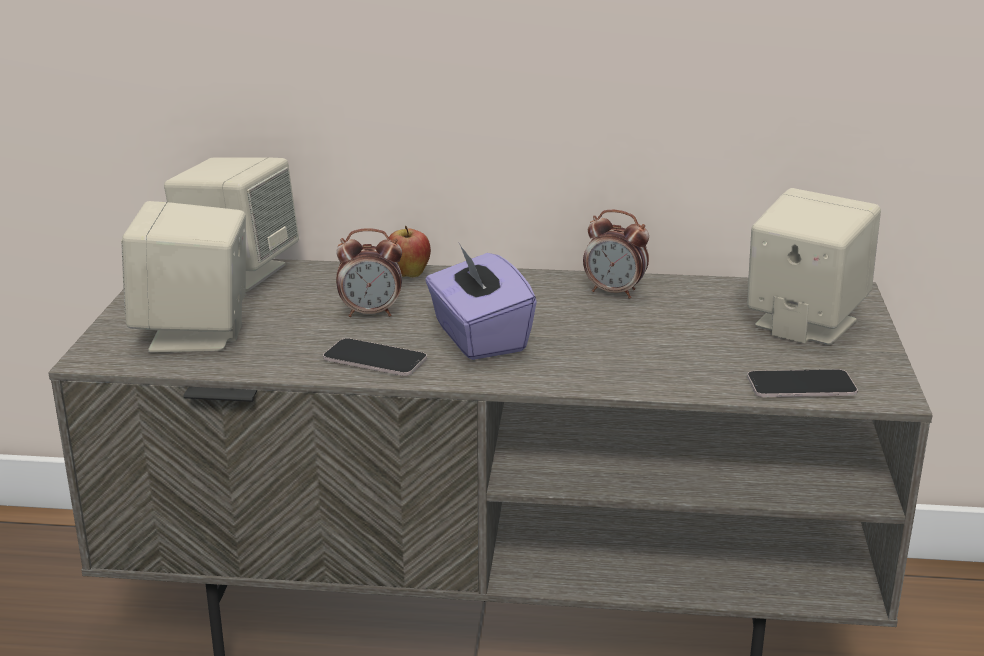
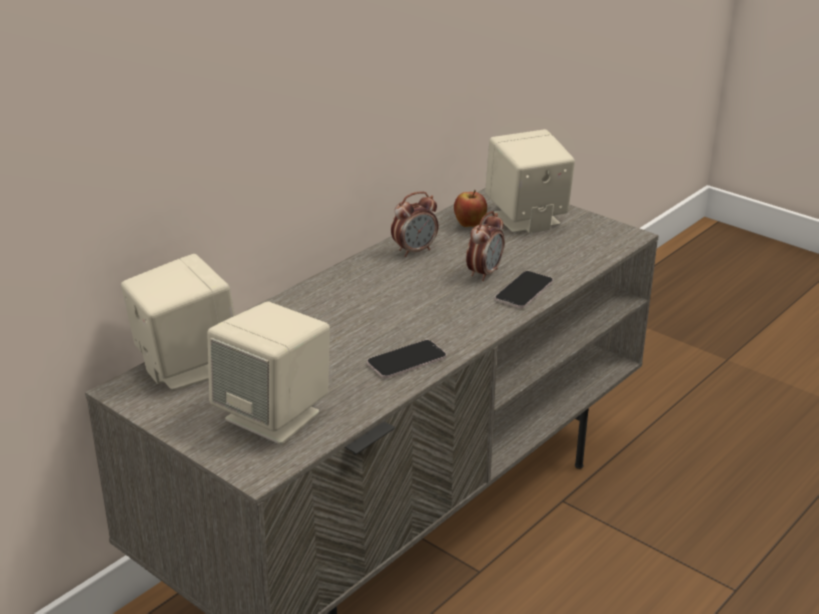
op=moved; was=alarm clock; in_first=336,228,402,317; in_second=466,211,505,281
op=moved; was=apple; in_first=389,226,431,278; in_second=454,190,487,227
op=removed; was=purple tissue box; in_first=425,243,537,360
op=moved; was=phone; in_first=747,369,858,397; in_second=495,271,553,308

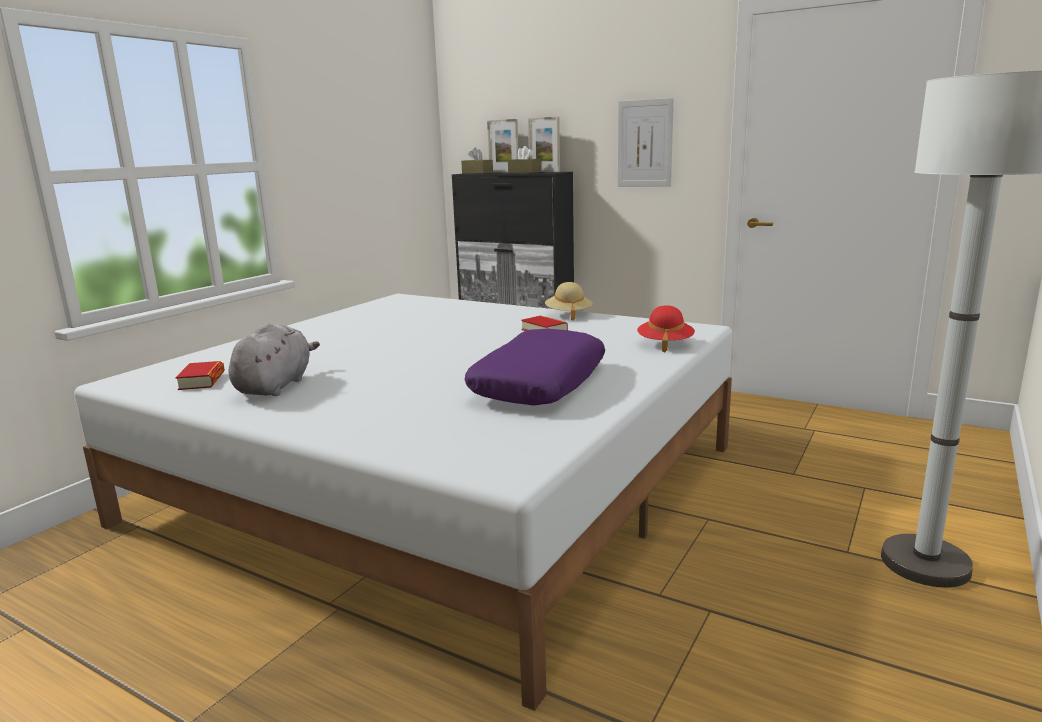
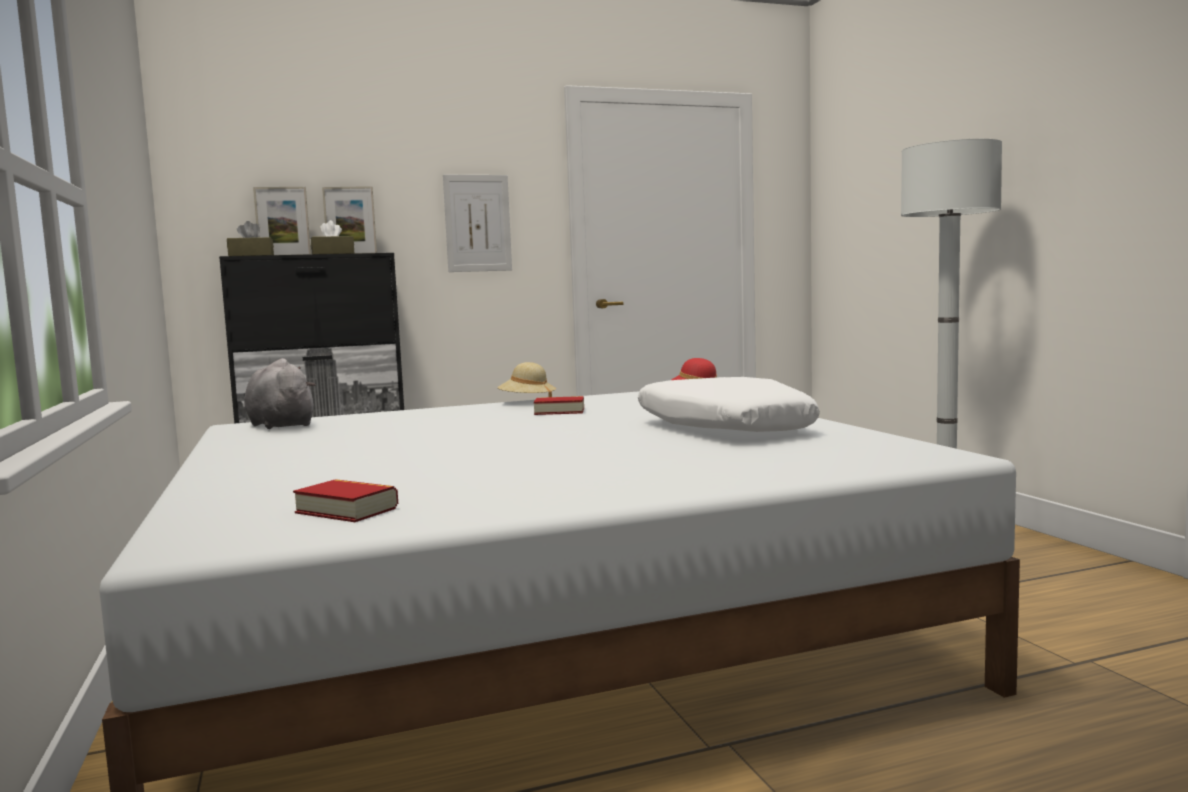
op=moved; was=grey plush toy; in_first=229,323,320,396; in_second=245,358,316,429
op=recoloured; was=purple pillow; now=white pillow; in_first=465,329,605,405; in_second=638,377,820,432

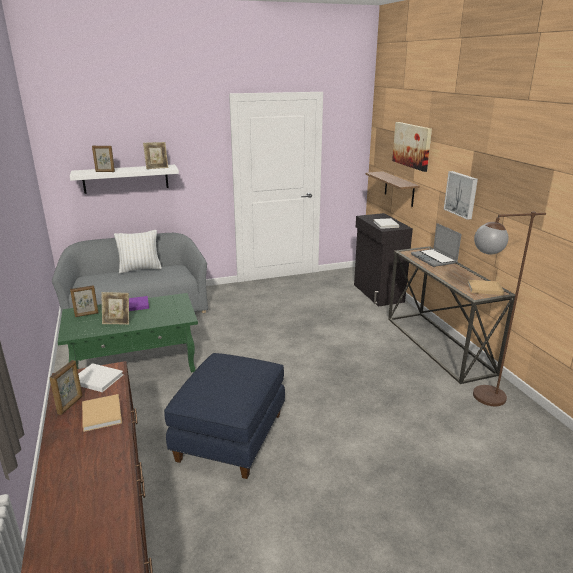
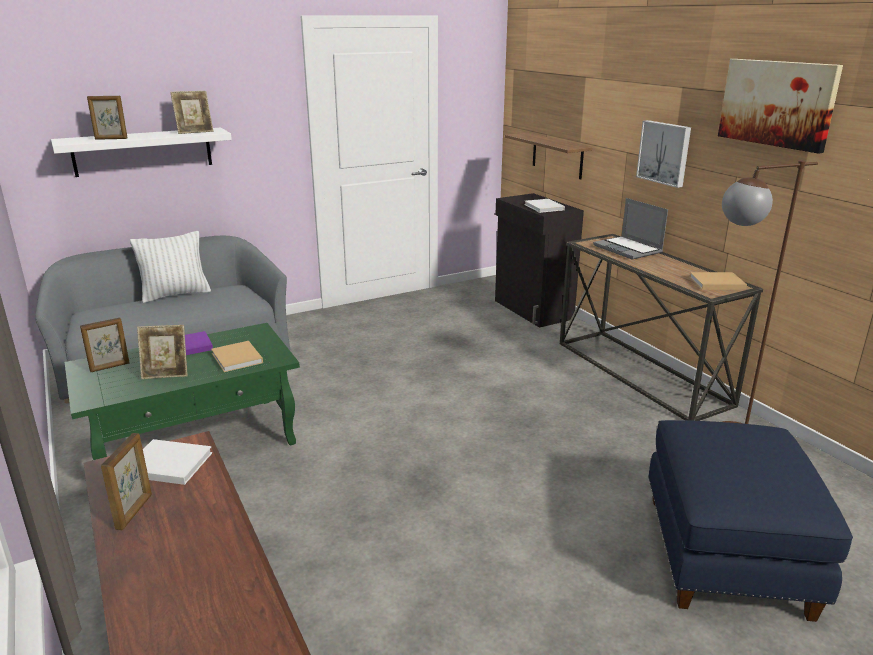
op=moved; was=beige book; in_first=82,394,122,432; in_second=211,341,263,372
op=moved; was=blue ottoman; in_first=164,353,285,479; in_second=648,420,853,622
op=moved; was=picture; in_first=392,122,432,172; in_second=718,59,843,154

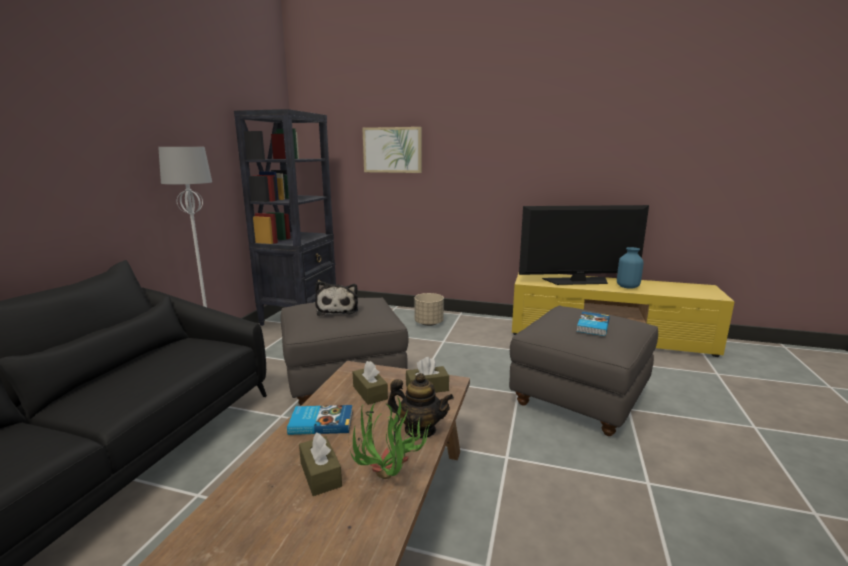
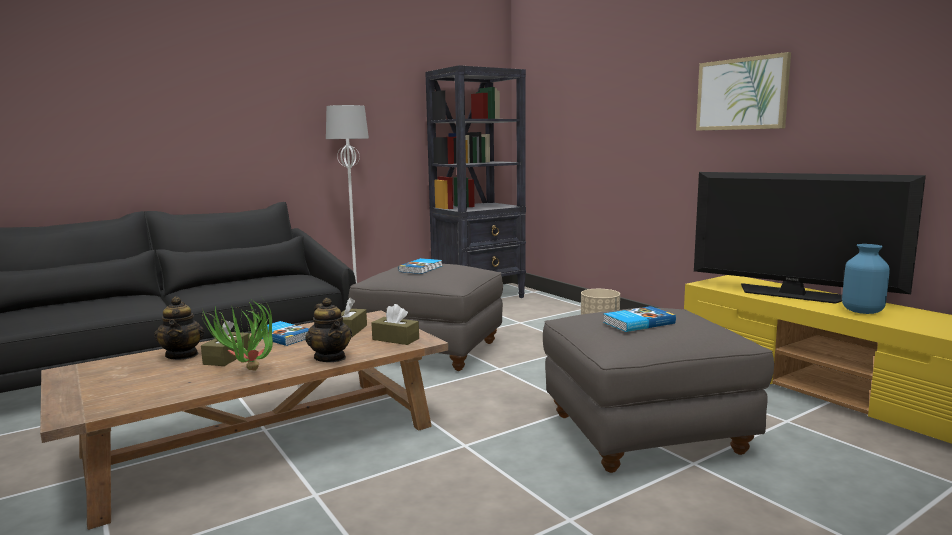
op=replaced; was=plush toy; now=book; in_first=315,281,358,316; in_second=399,258,442,274
op=moved; was=picture; in_first=362,127,422,173; in_second=696,52,791,131
op=added; now=teapot; in_second=154,296,204,360

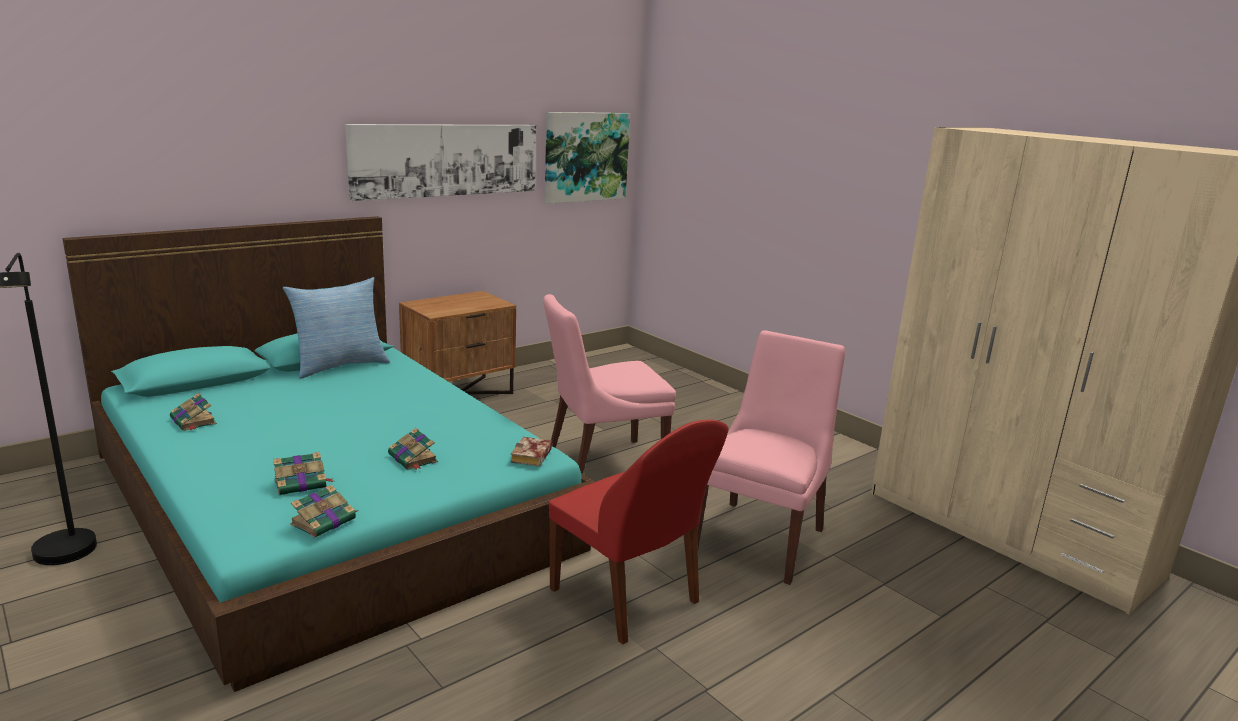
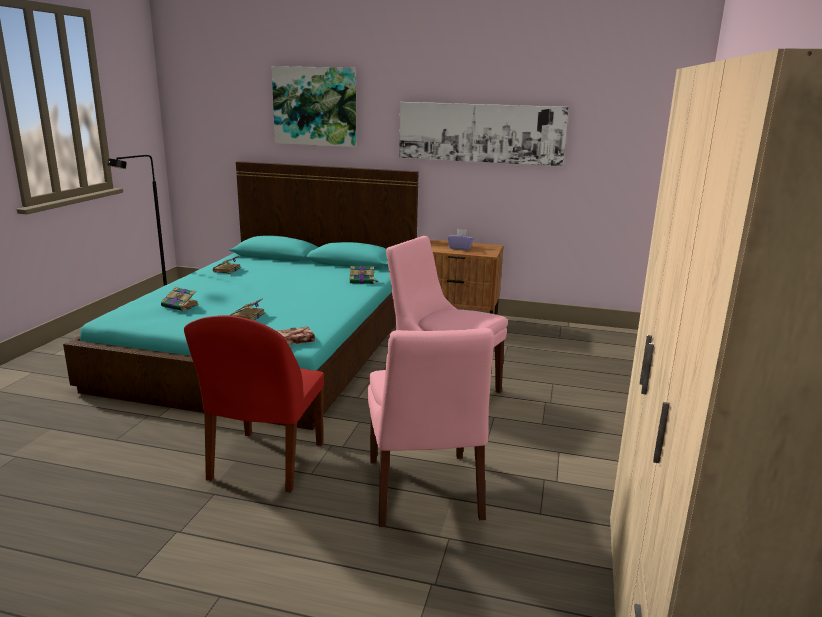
op=removed; was=pillow; in_first=283,277,390,379
op=moved; was=book; in_first=290,485,359,538; in_second=350,266,378,284
op=moved; was=picture; in_first=544,112,630,204; in_second=272,66,356,147
op=turned; was=pink chair; in_first=697,330,845,585; in_second=368,328,494,527; clockwise=90
op=added; now=purple tissue box; in_second=447,229,474,250

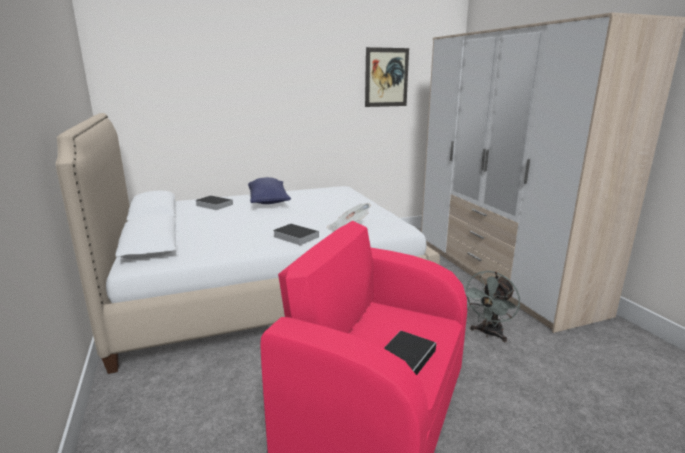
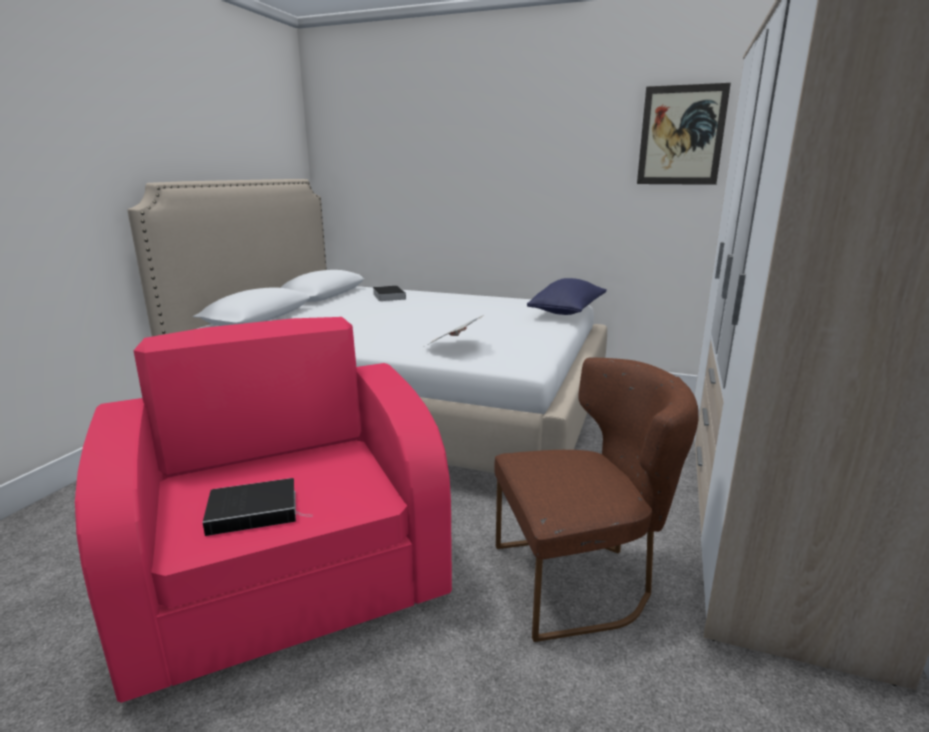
op=moved; was=blue pillow; in_first=248,177,291,204; in_second=527,278,607,315
op=removed; was=book; in_first=273,224,319,245
op=replaced; was=grey fan; now=brown chair; in_first=465,271,520,342; in_second=494,357,699,642

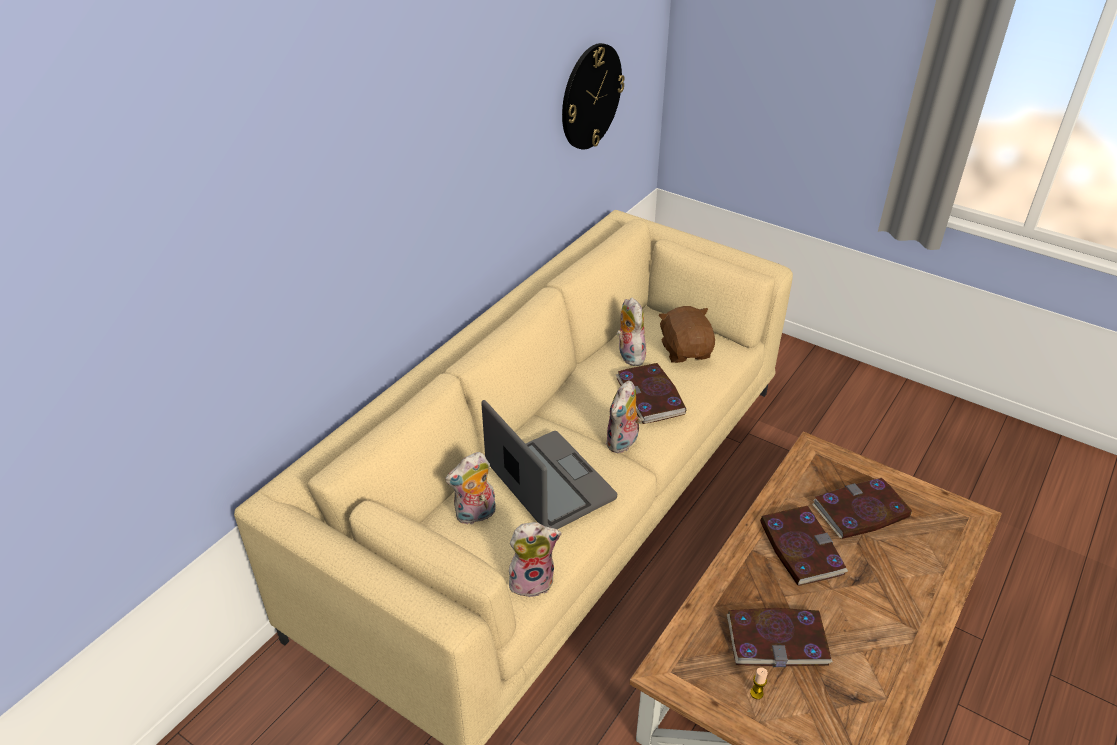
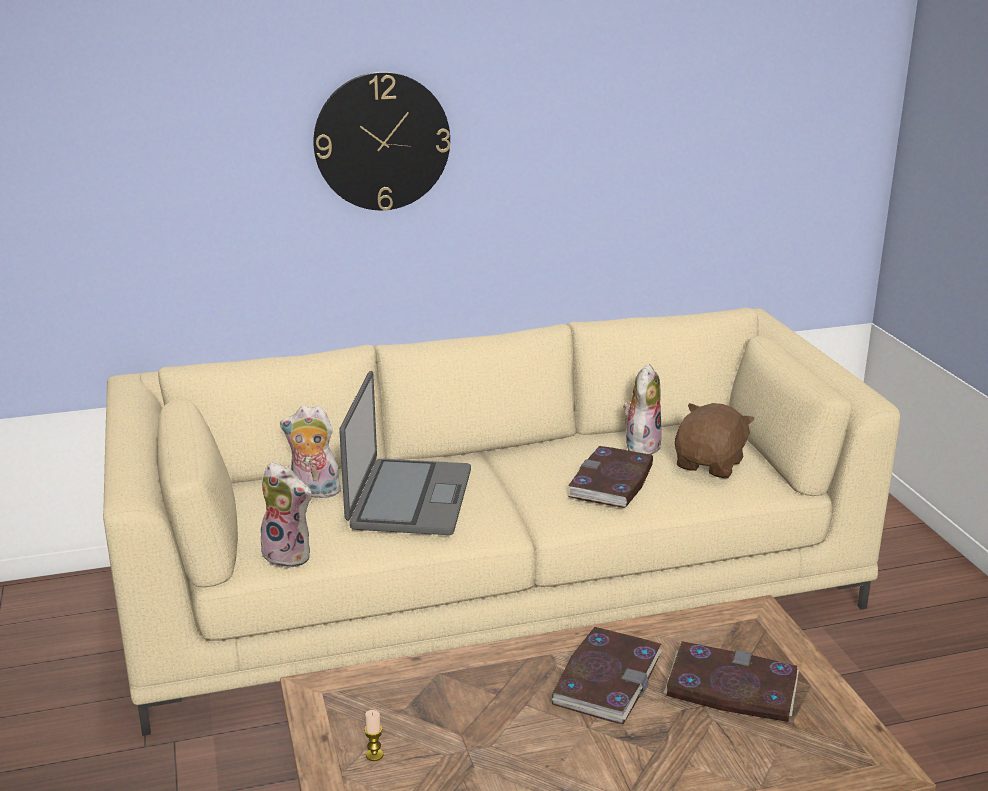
op=moved; was=wall clock; in_first=562,43,625,150; in_second=313,72,450,210
op=removed; was=plush toy; in_first=606,380,642,453
op=removed; was=book; in_first=727,608,833,667

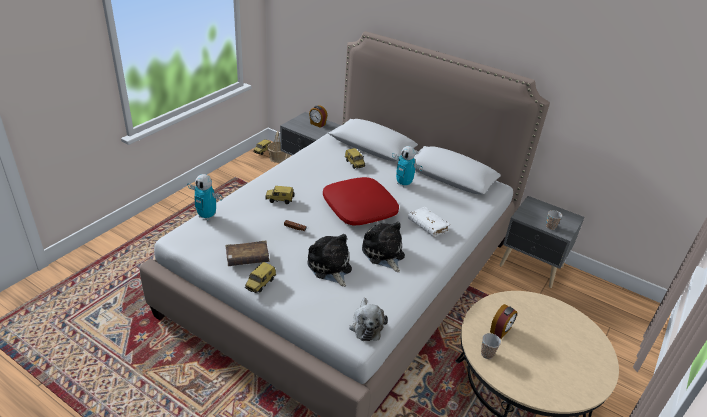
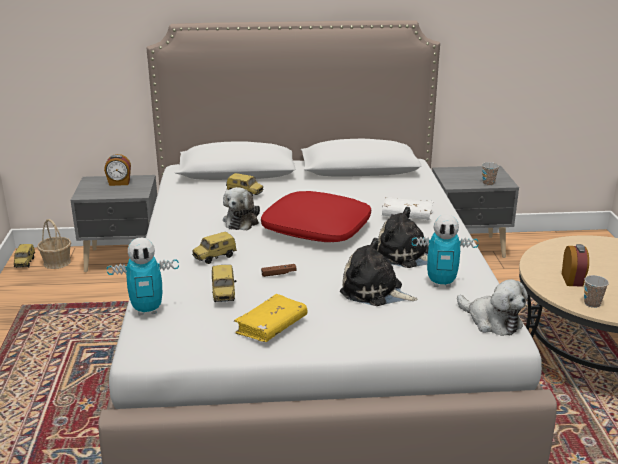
op=recoloured; was=brown book; now=yellow book; in_first=225,241,269,266; in_second=234,294,307,342
op=moved; was=toy car; in_first=245,262,276,293; in_second=212,265,237,302
op=moved; was=toy robot; in_first=392,146,423,188; in_second=412,215,479,288
op=added; now=plush toy; in_second=223,187,260,230

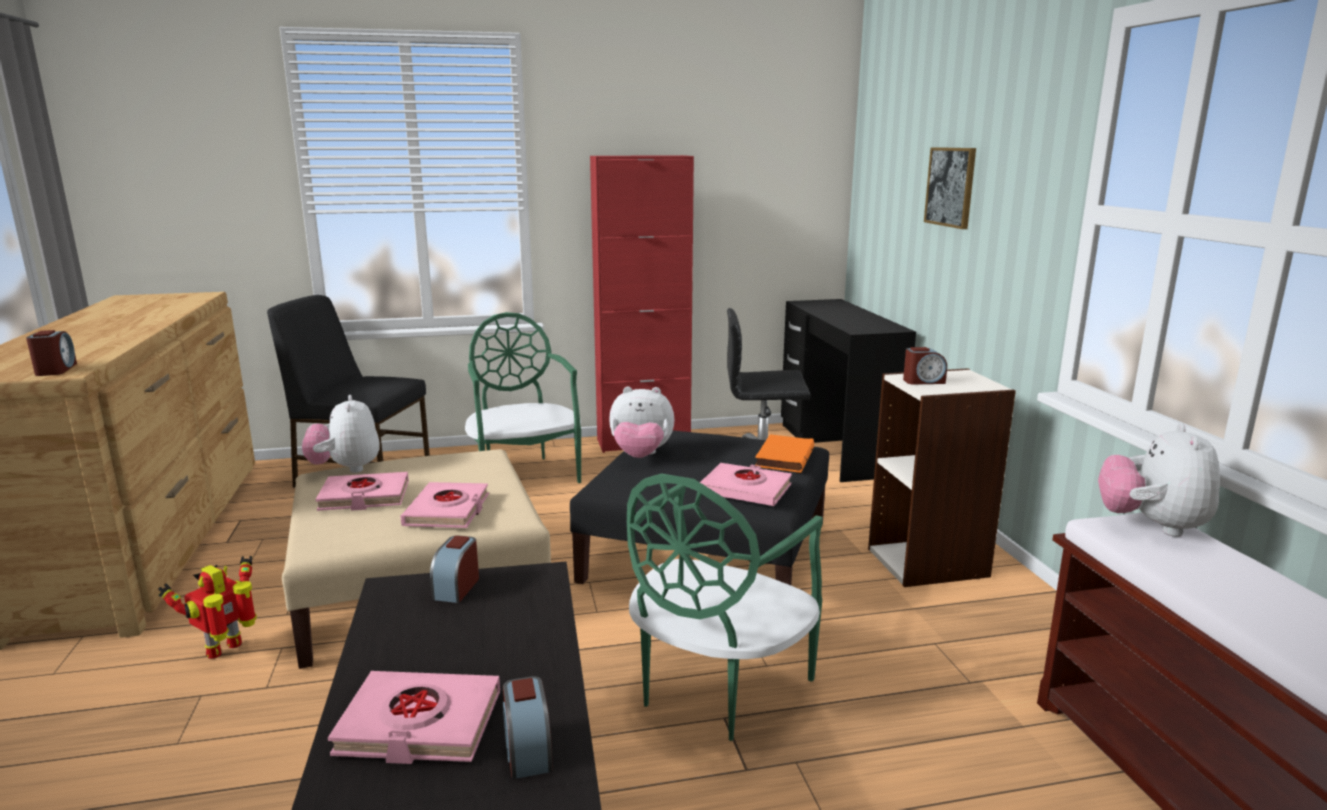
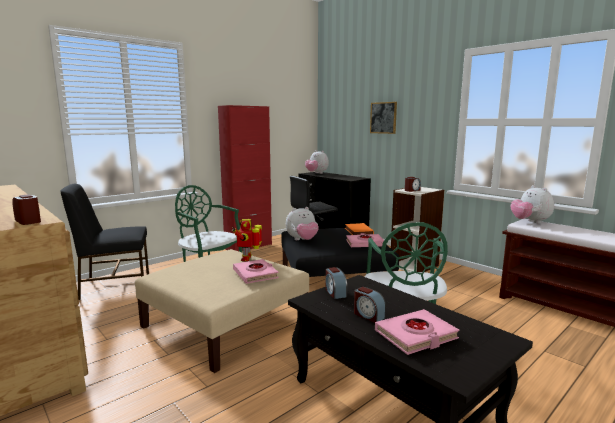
op=moved; was=toy robot; in_first=158,556,257,659; in_second=232,219,262,262
op=moved; was=plush toy; in_first=302,395,380,473; in_second=305,150,329,174
op=removed; was=pink book; in_first=316,472,409,511
op=moved; was=alarm clock; in_first=503,676,553,779; in_second=354,287,386,323

